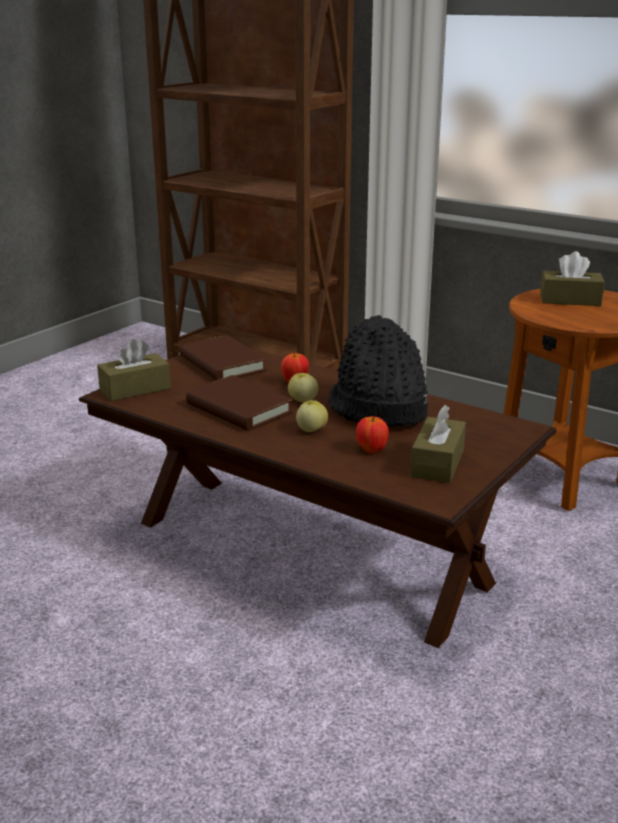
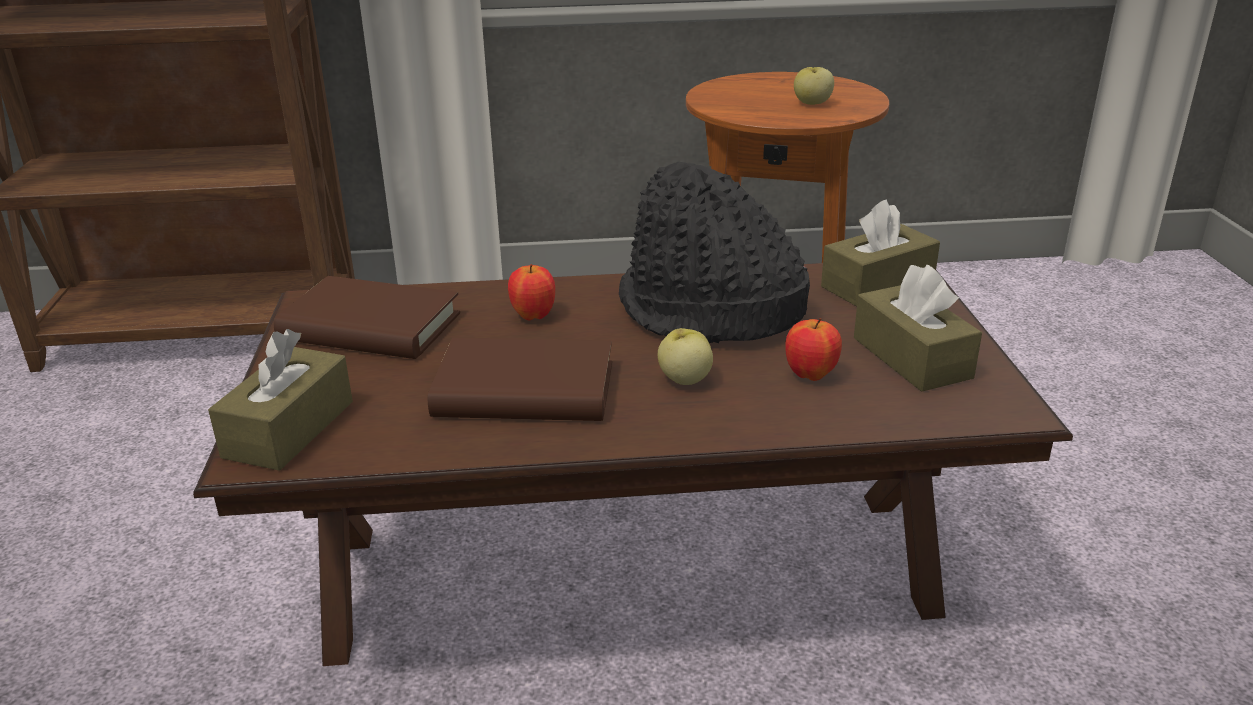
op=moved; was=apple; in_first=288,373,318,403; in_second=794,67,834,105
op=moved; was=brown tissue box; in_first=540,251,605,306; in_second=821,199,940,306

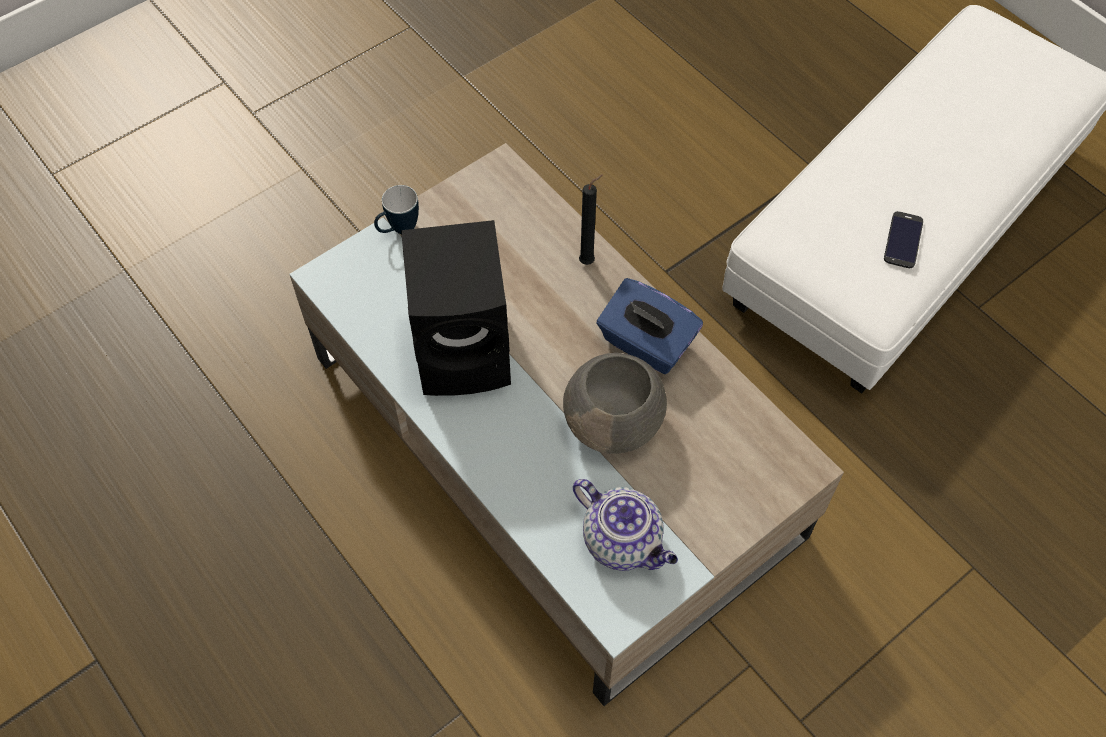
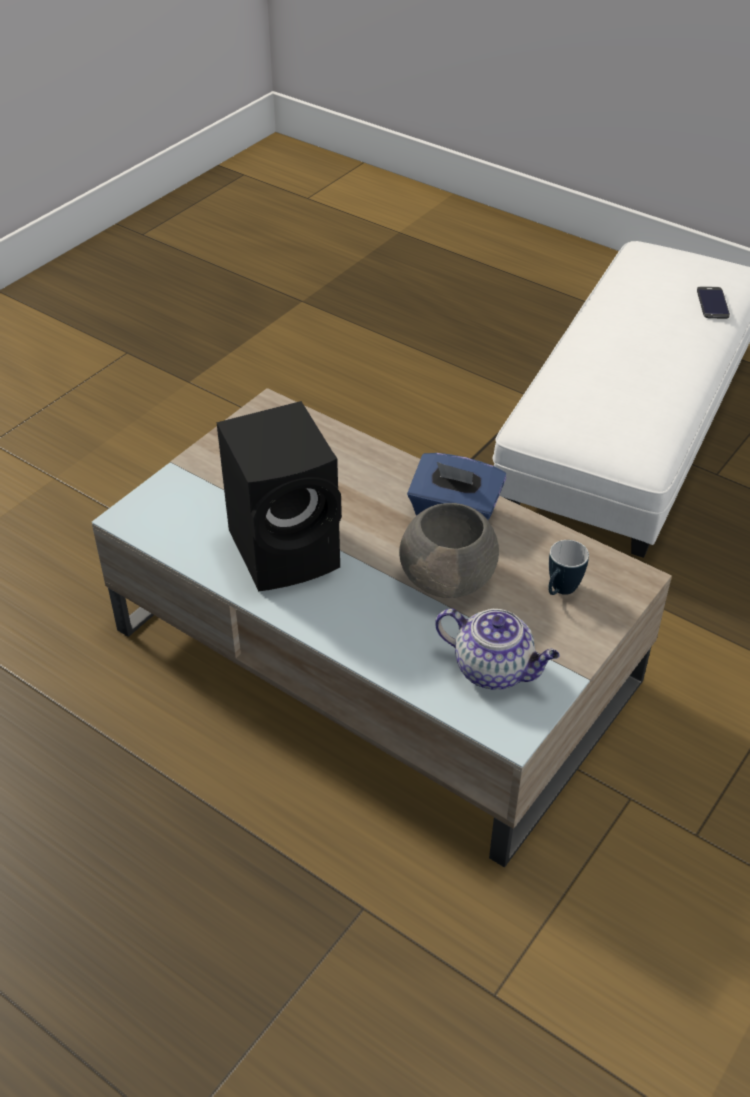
op=moved; was=mug; in_first=374,185,419,234; in_second=548,540,589,595
op=removed; was=black candle; in_first=579,175,603,265
op=moved; was=phone; in_first=884,211,923,268; in_second=697,286,730,319

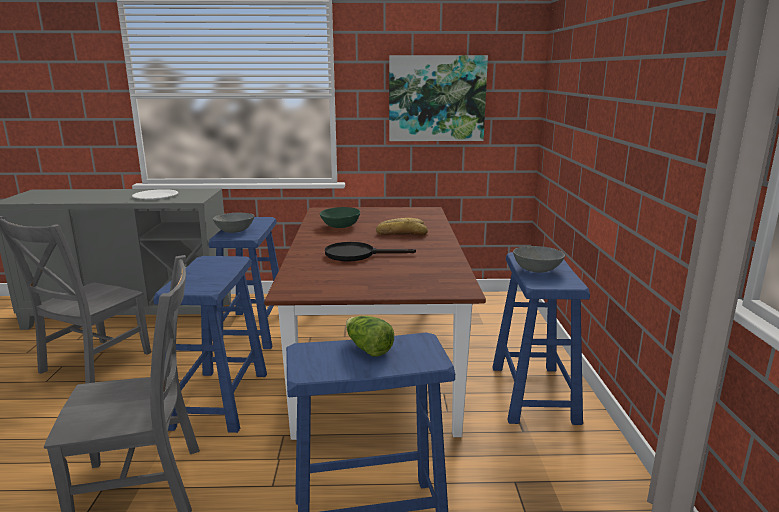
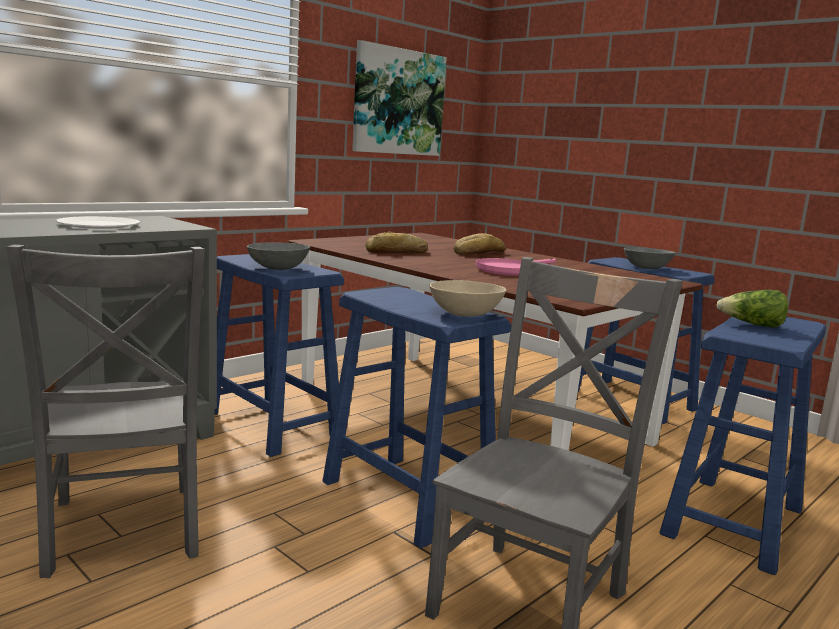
op=replaced; was=green bowl; now=bread; in_first=320,207,360,228; in_second=365,232,428,253
op=recoloured; was=black frying pan; now=pink frying pan; in_first=325,242,416,262; in_second=476,258,556,276
op=added; now=beige bowl; in_second=430,280,506,317

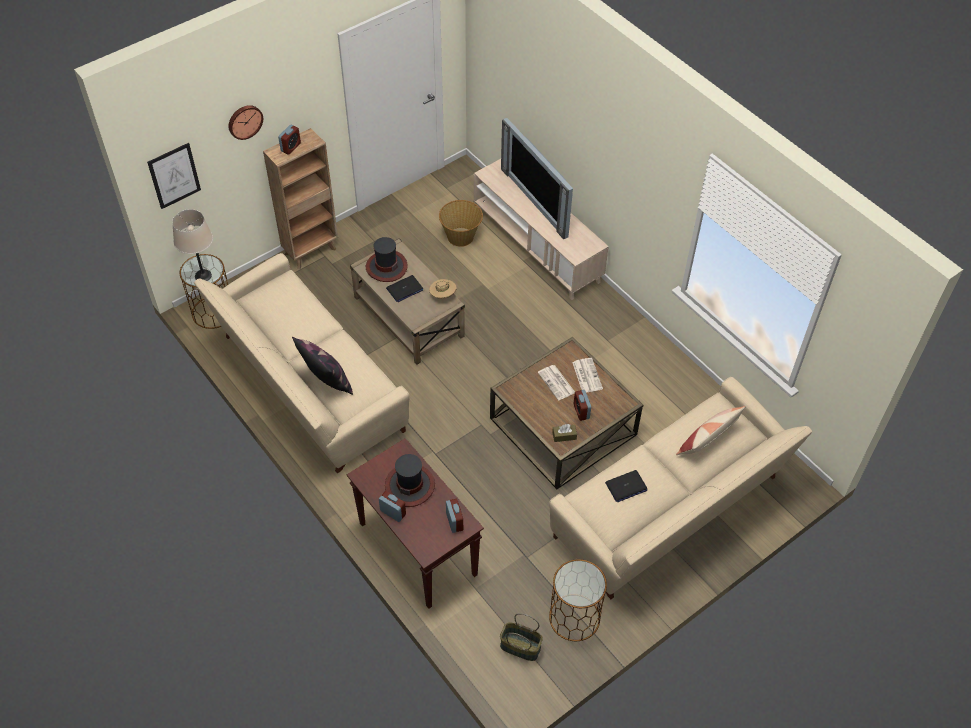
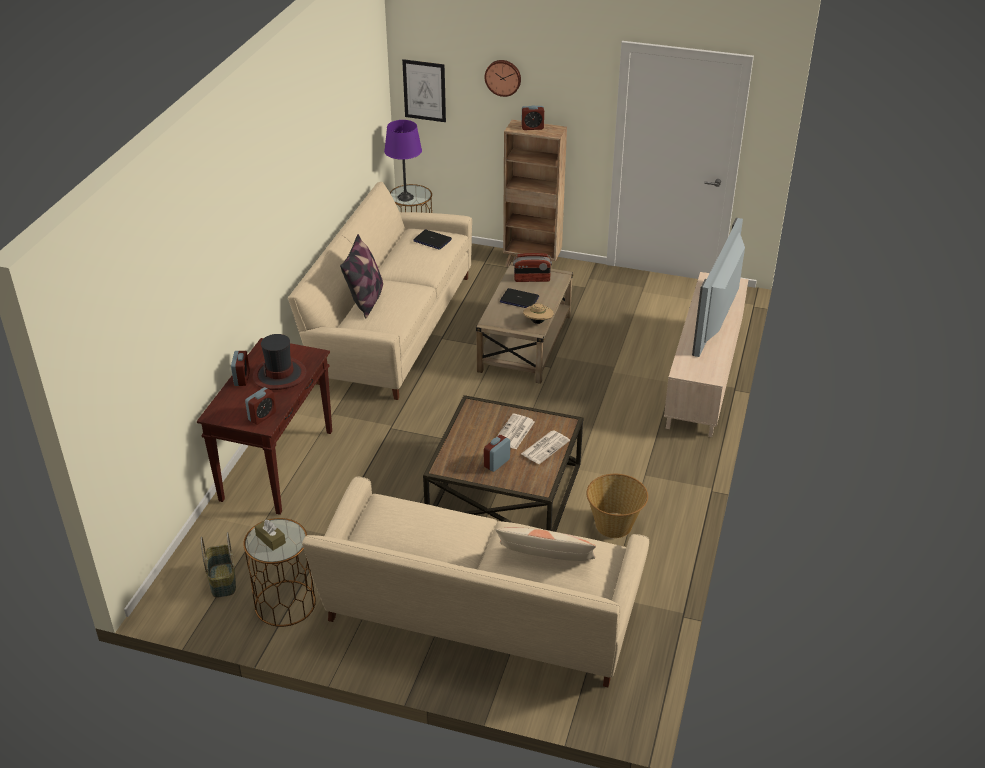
op=recoloured; was=beige table lamp; now=purple table lamp; in_first=172,209,213,281; in_second=384,120,422,201
op=replaced; was=hat; now=radio; in_first=366,237,408,282; in_second=513,253,552,282
op=moved; was=basket; in_first=439,200,483,247; in_second=587,474,648,538
op=moved; was=brown tissue box; in_first=552,424,577,442; in_second=255,519,286,551
op=moved; was=laptop; in_first=605,470,647,502; in_second=413,230,452,249

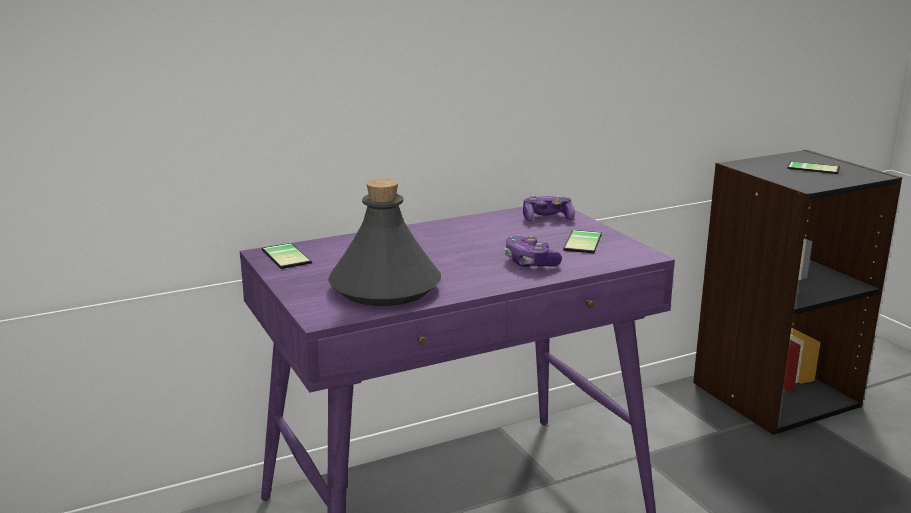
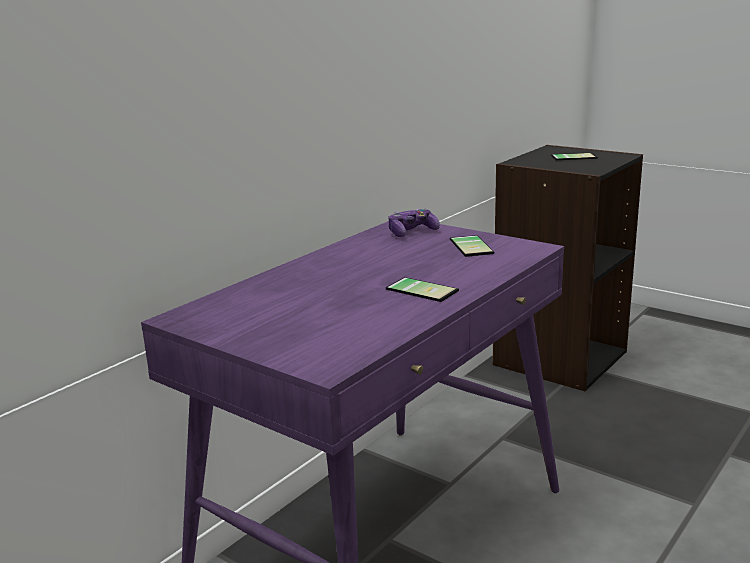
op=moved; was=phone; in_first=262,243,312,269; in_second=386,277,459,302
op=removed; was=grey bottle; in_first=328,179,441,306
op=removed; was=game controller; in_first=505,236,562,267

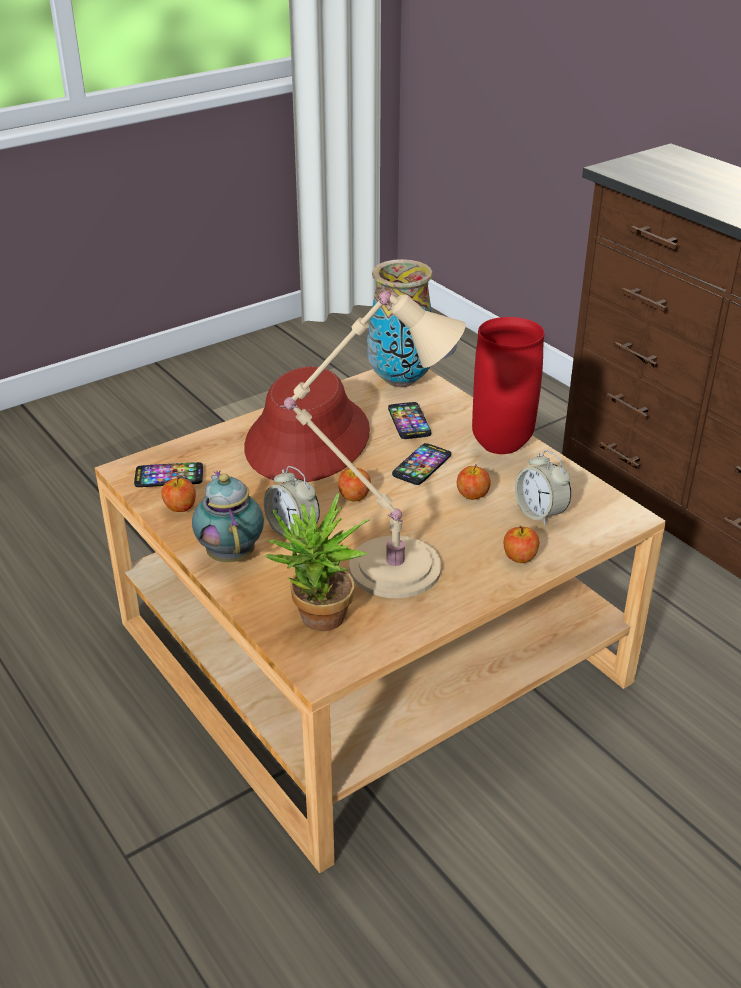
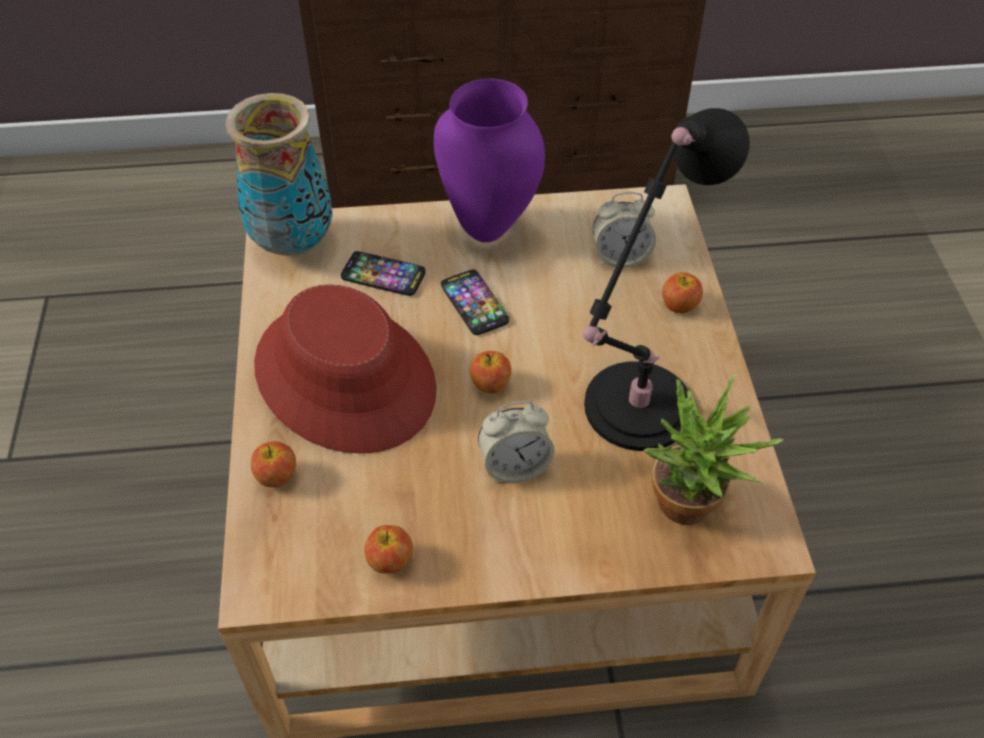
op=removed; was=phone; in_first=134,462,203,487
op=removed; was=teapot; in_first=192,471,264,562
op=recoloured; was=beige table lamp; now=black table lamp; in_first=280,291,466,598; in_second=583,108,750,451
op=moved; was=apple; in_first=457,464,491,500; in_second=251,441,296,488
op=recoloured; was=red vase; now=purple vase; in_first=472,317,545,454; in_second=434,79,545,243

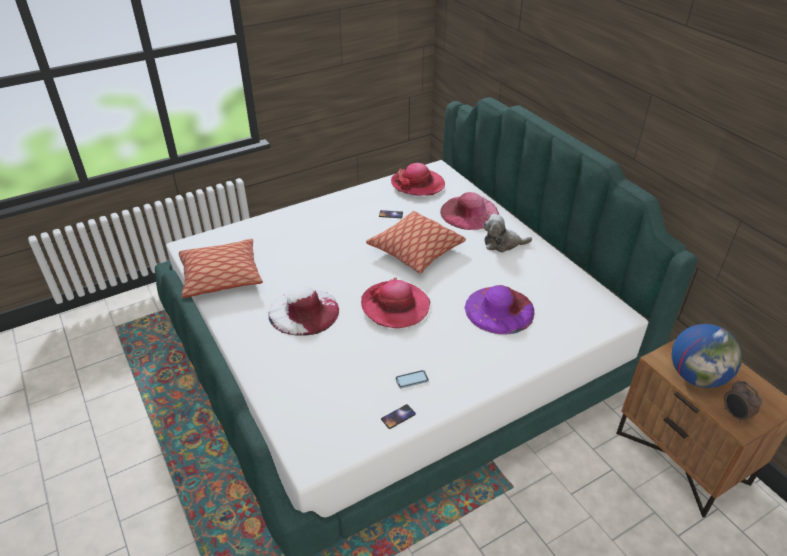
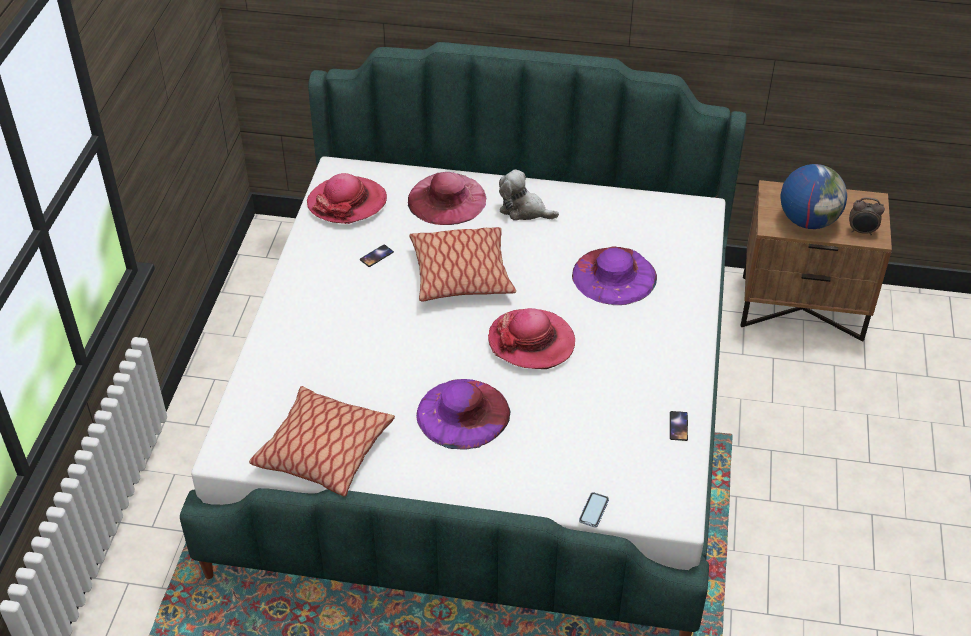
op=recoloured; was=white hat; now=purple hat; in_first=268,287,339,336; in_second=416,379,510,450
op=moved; was=phone; in_first=395,370,429,388; in_second=579,492,609,527
op=turned; was=plush toy; in_first=483,214,532,253; in_second=499,169,559,221; clockwise=75

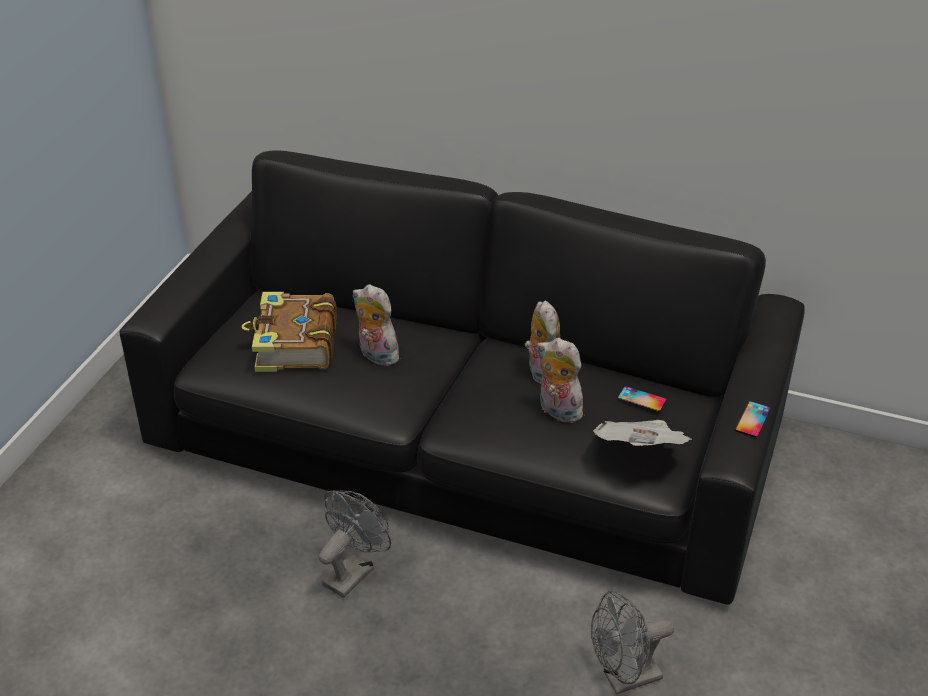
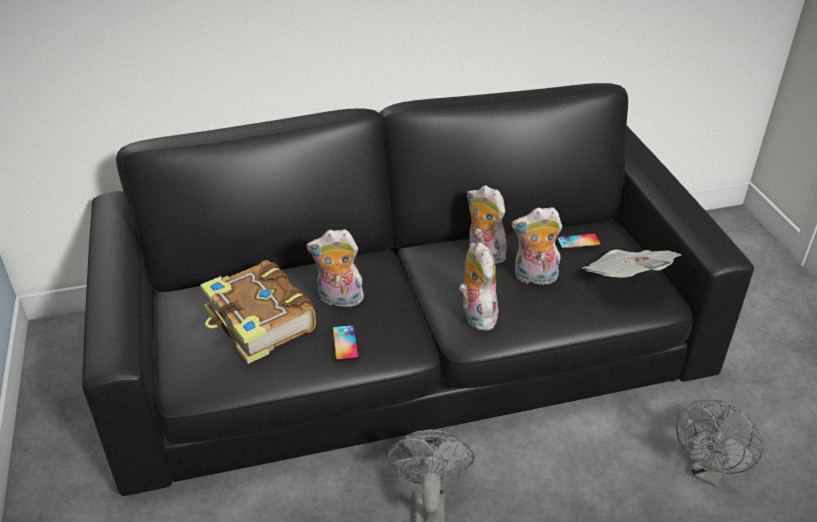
op=moved; was=phone; in_first=735,401,771,438; in_second=332,325,359,361
op=added; now=plush toy; in_second=459,242,498,330

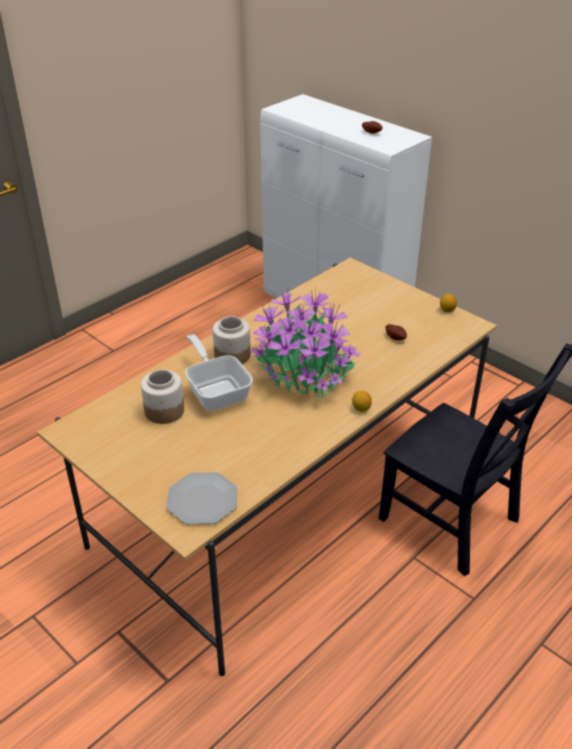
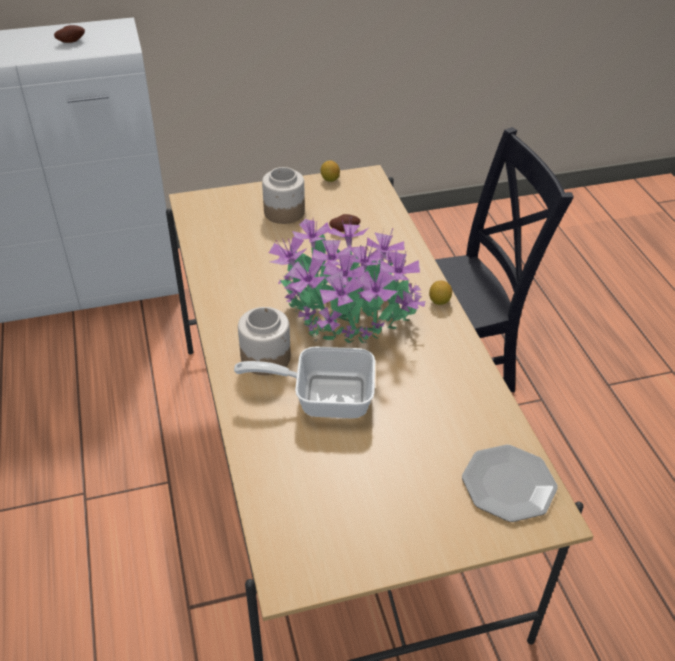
op=moved; was=jar; in_first=141,369,184,424; in_second=262,167,305,224

